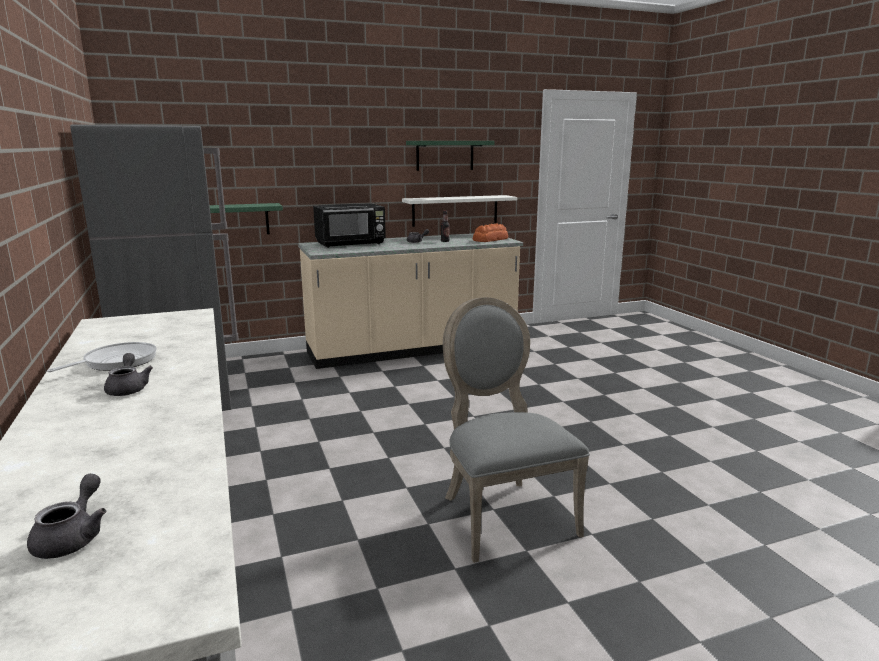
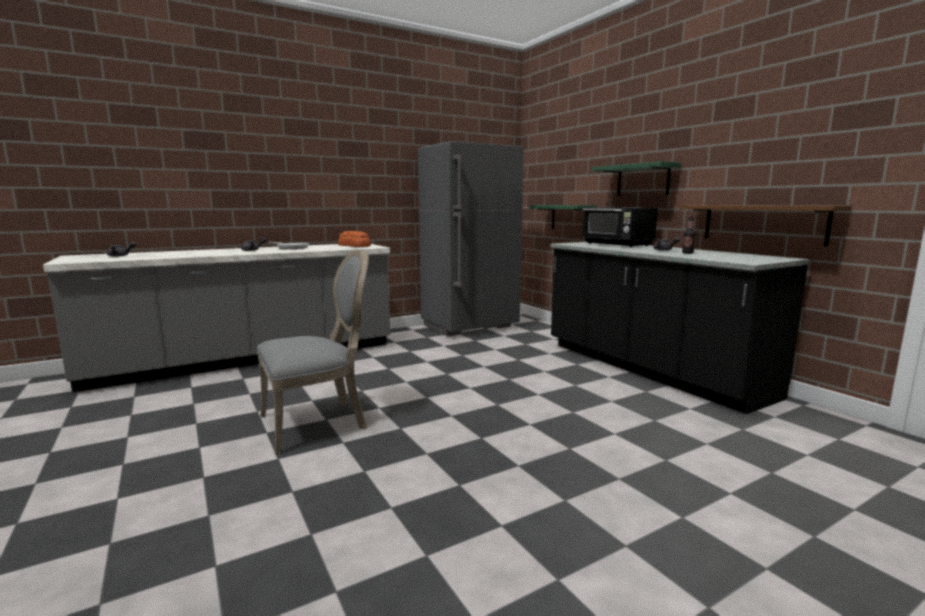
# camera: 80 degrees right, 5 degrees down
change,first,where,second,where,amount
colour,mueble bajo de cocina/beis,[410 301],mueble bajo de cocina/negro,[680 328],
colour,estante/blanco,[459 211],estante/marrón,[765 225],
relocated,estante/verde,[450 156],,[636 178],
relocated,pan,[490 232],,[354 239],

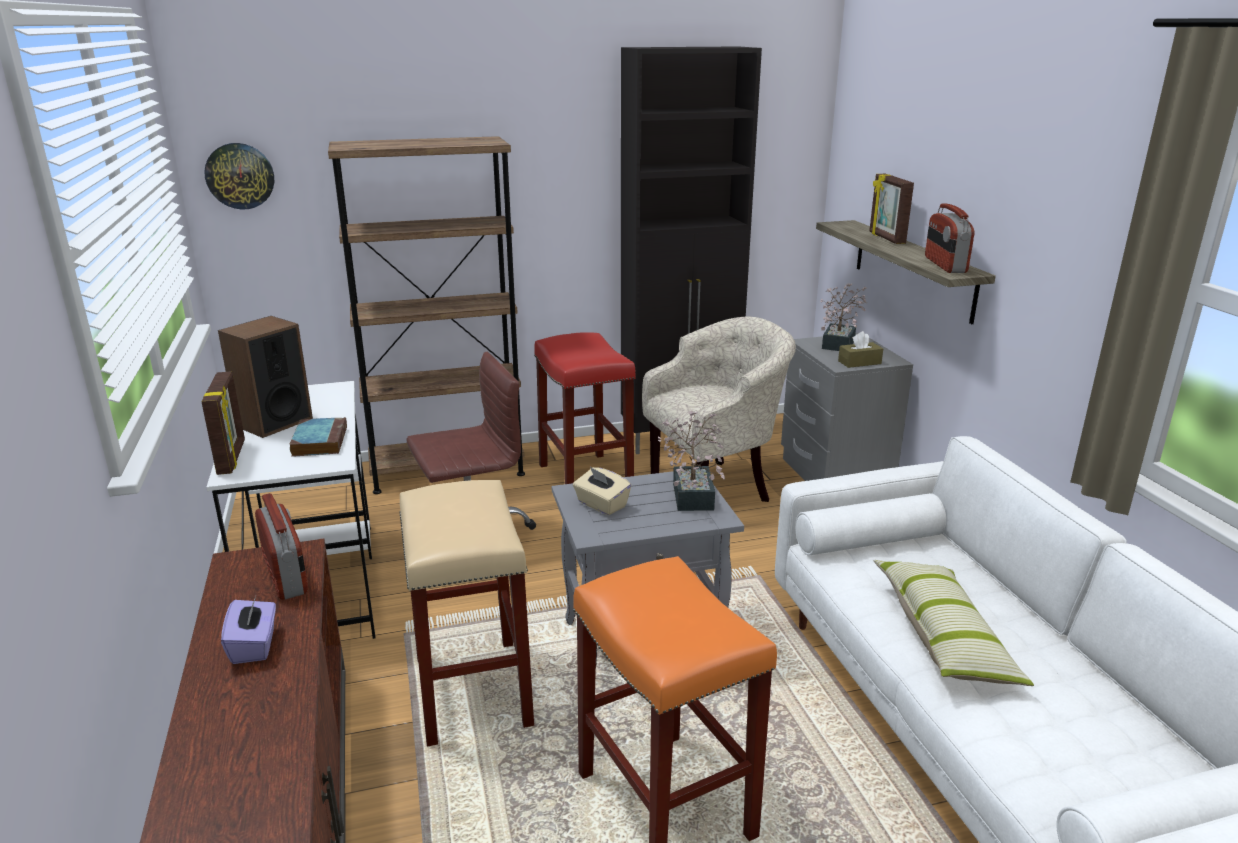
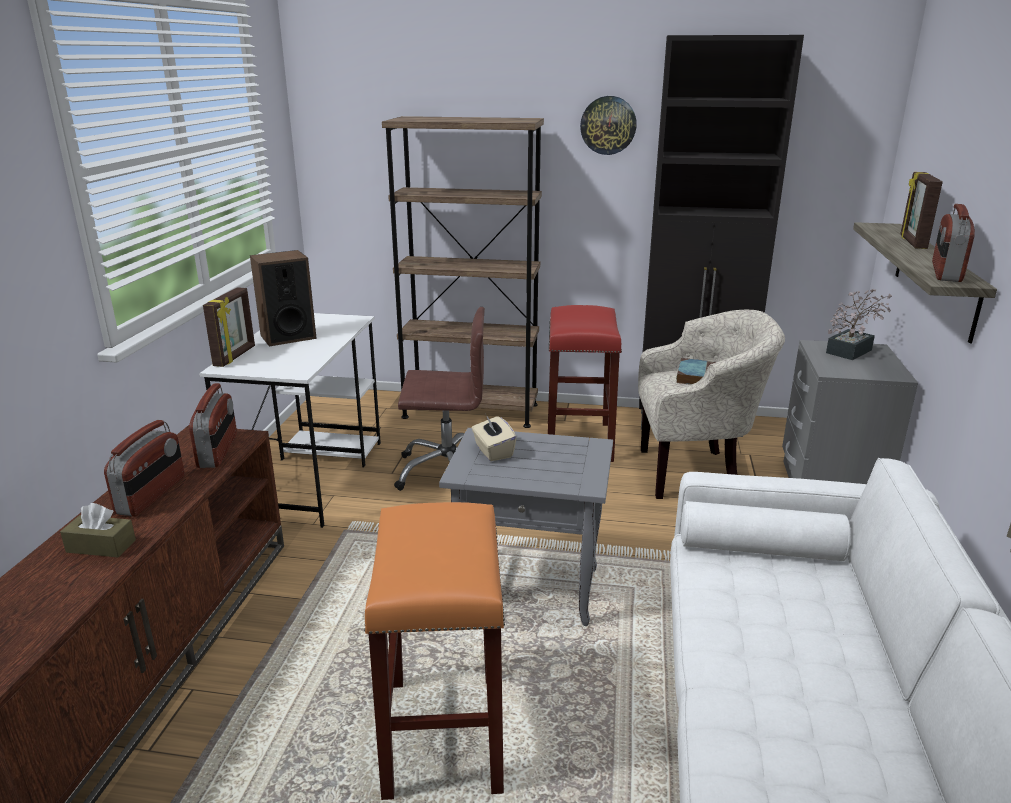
# camera: 25 degrees right, 0 degrees up
change,first,where,second,where,amount
relocated,reloj de pared,[239 176],,[608 125],
exchanged,caja de pañuelos/morado,[248 629],radio,[144 468],
relocated,libro,[318 437],,[695 371],
missing,taburete/beis,[466 613],,,
missing,planta en maceta,[691 461],,,
relocated,caja de pañuelos/marrón,[860 349],,[98 530],
missing,cojín,[954 623],,,

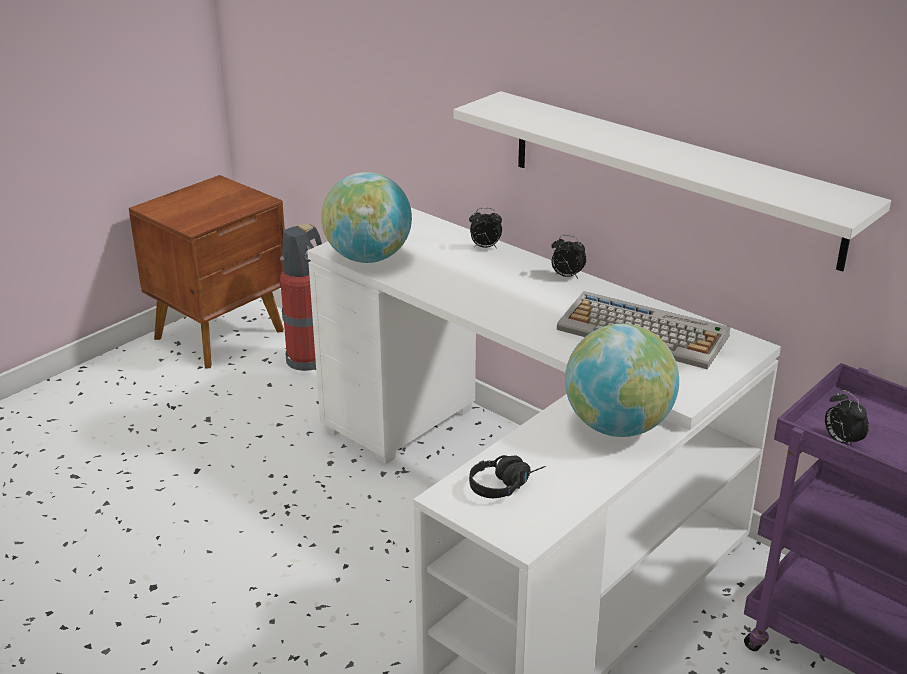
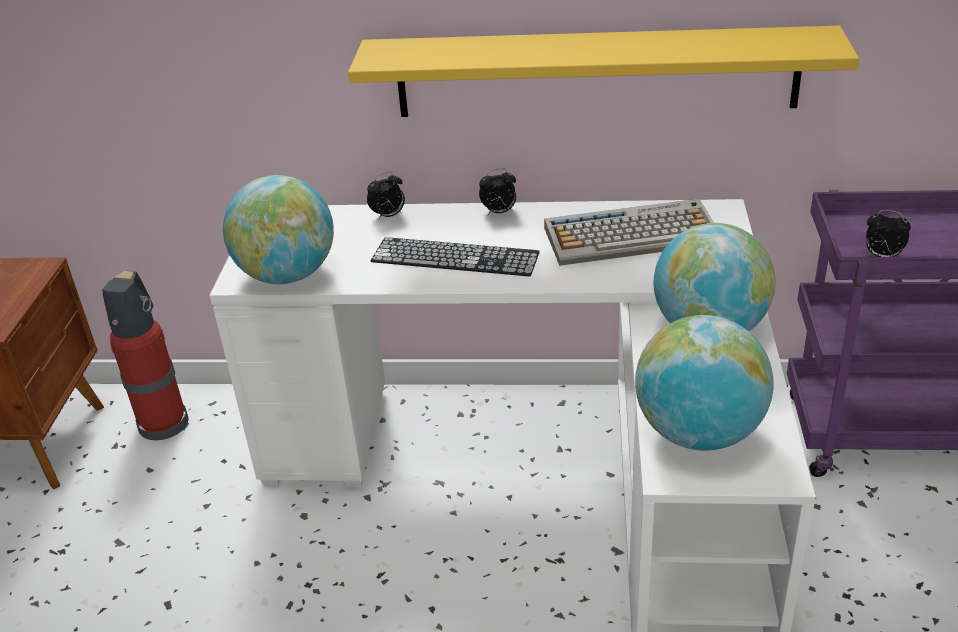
# camera: 35 degrees left, 5 degrees up
change,first,where,second,where,amount
colour,estante/blanco,[672 181],estante/amarillo,[603 71],
exchanged,auriculares/negro,[507 476],globo terráqueo,[704 383],
appeared,,,teclado,[455 256],

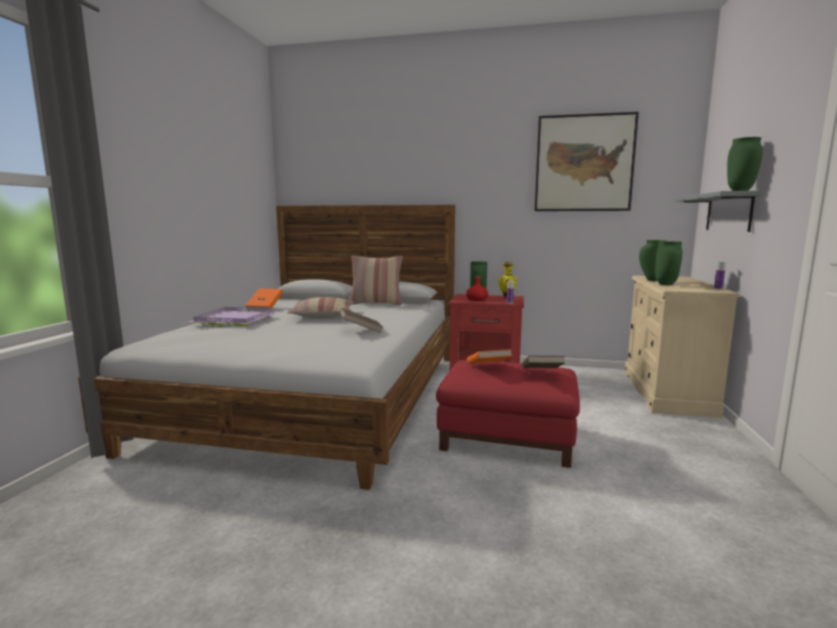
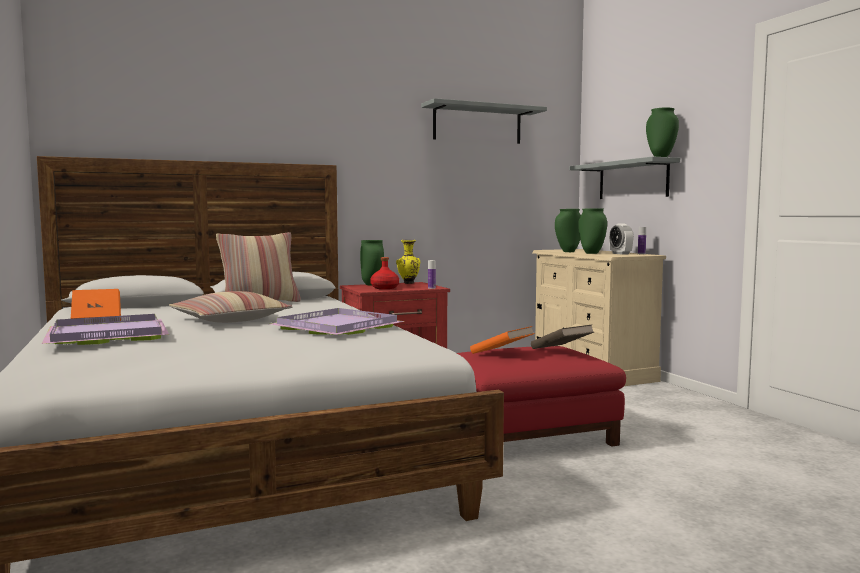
# camera: 35 degrees left, 5 degrees down
change,first,where,second,where,amount
exchanged,libro/marrón,[361 320],bandeja/morado,[338 321],
exchanged,cuadro,[587 161],estante/gris,[484 121],
appeared,,,despertador,[621 239],

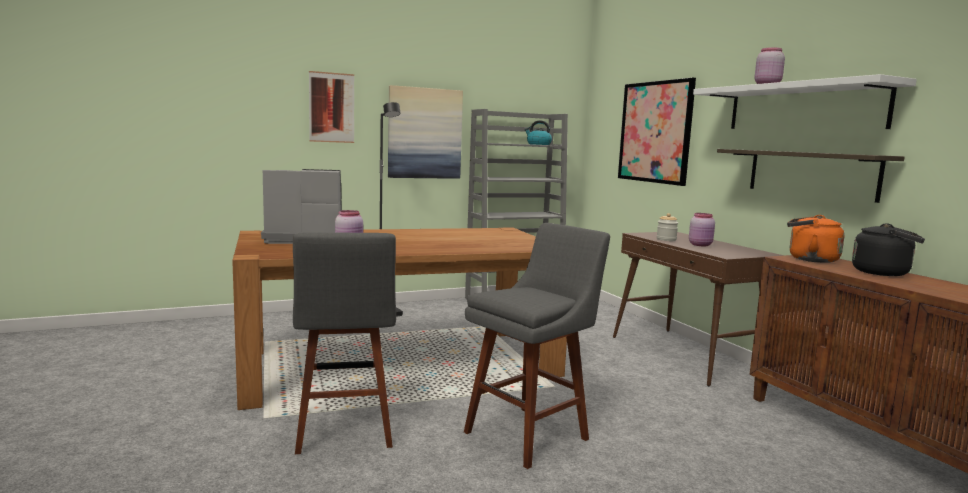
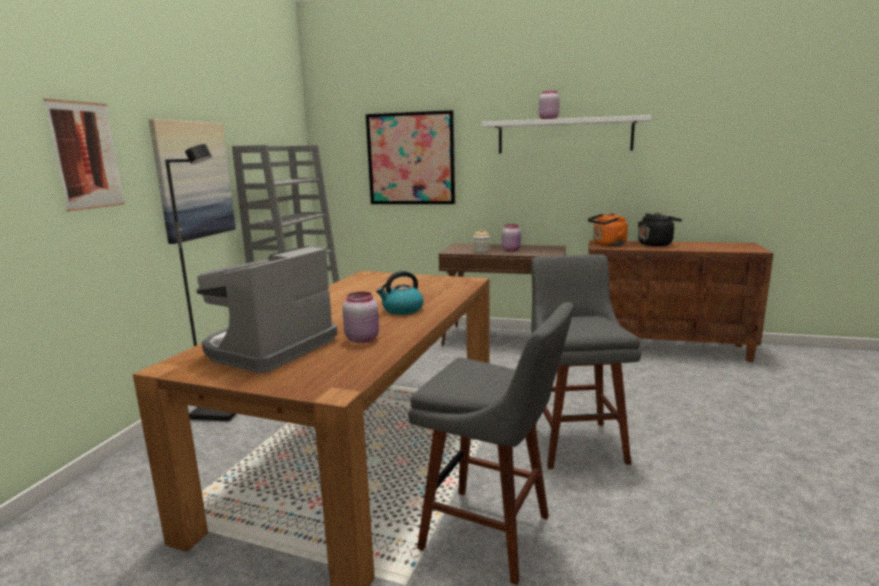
# camera: 50 degrees left, 5 degrees up
change,first,where,second,where,amount
relocated,hervidor,[538 132],,[400 293],
missing,estante,[811 176],,,

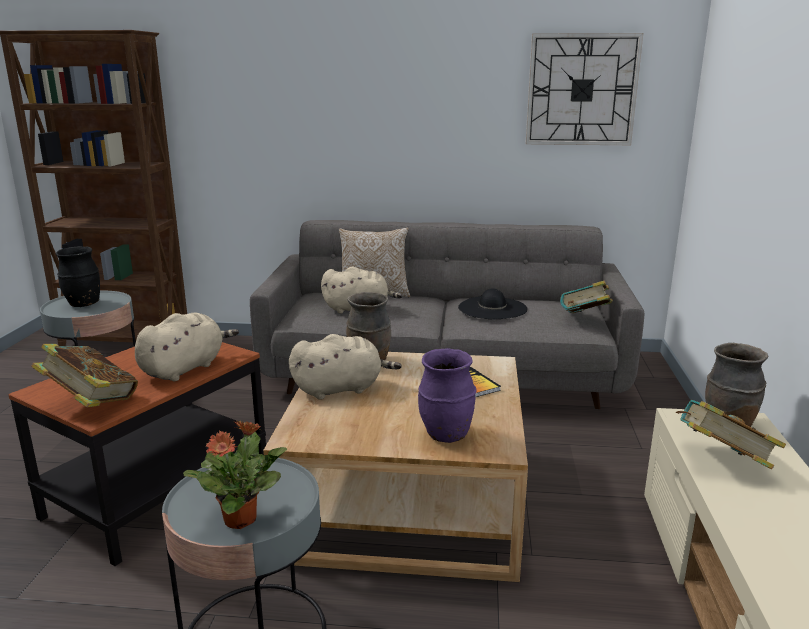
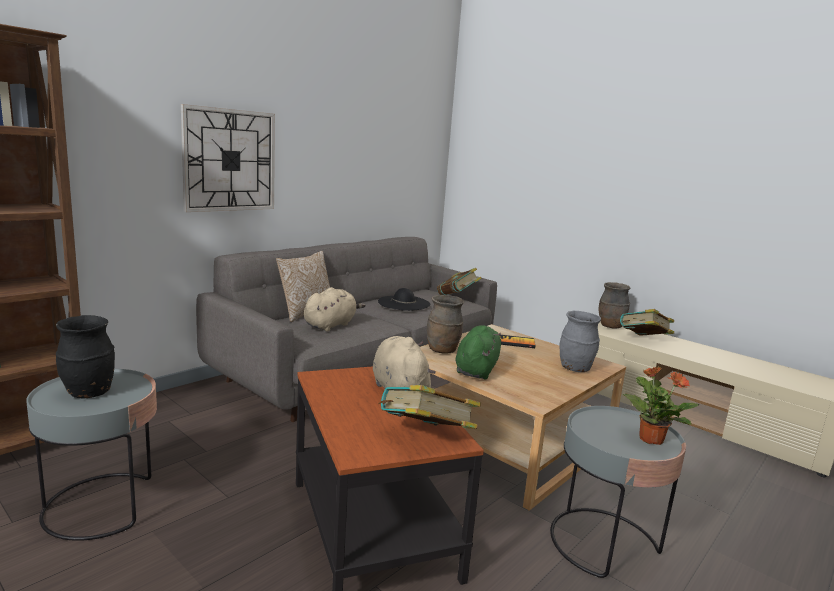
# camera: 55 degrees left, 5 degrees down
change,first,where,second,where,amount
colour,peluche/beis,[345 367],peluche/verde,[478 352],
colour,florero/morado,[447 395],florero/gris,[580 341],
relocated,reloj de pared,[584 89],,[228 158],

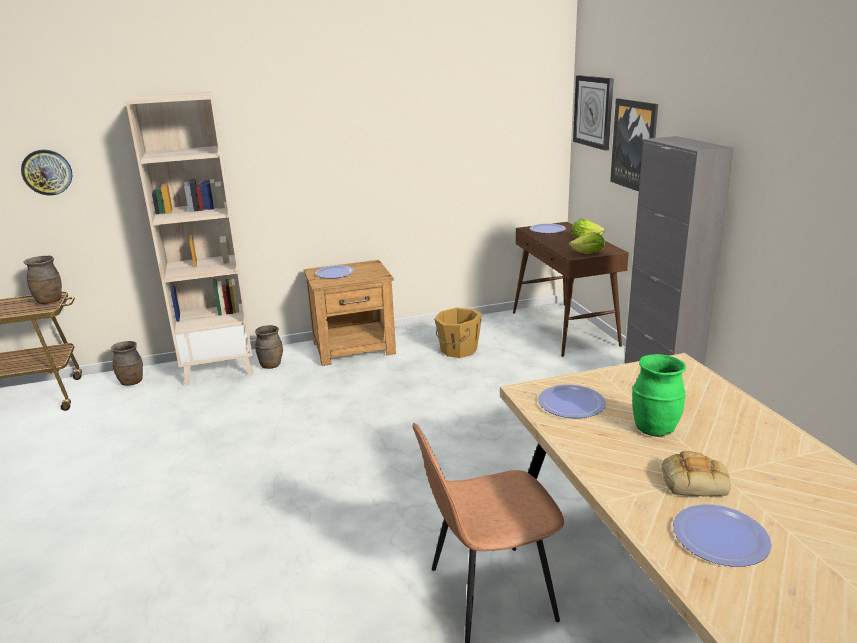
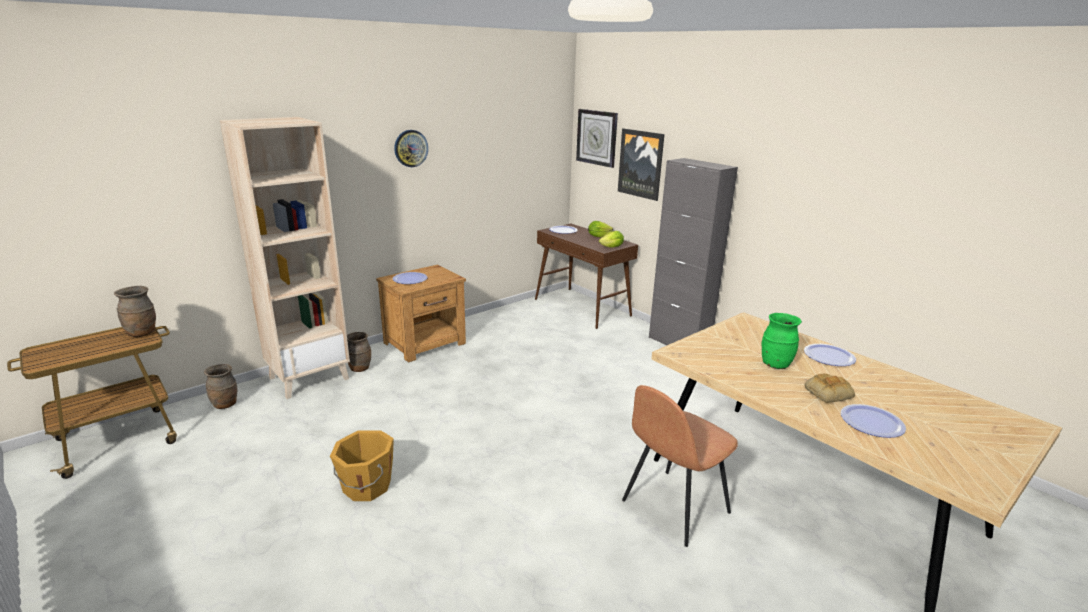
# camera: 25 degrees left, 0 degrees up
change,first,where,second,where,amount
relocated,reloj de pared,[46 172],,[411 148],
relocated,cubo/naranja,[458 333],,[362 466],
relocated,plato,[572 401],,[830 355],

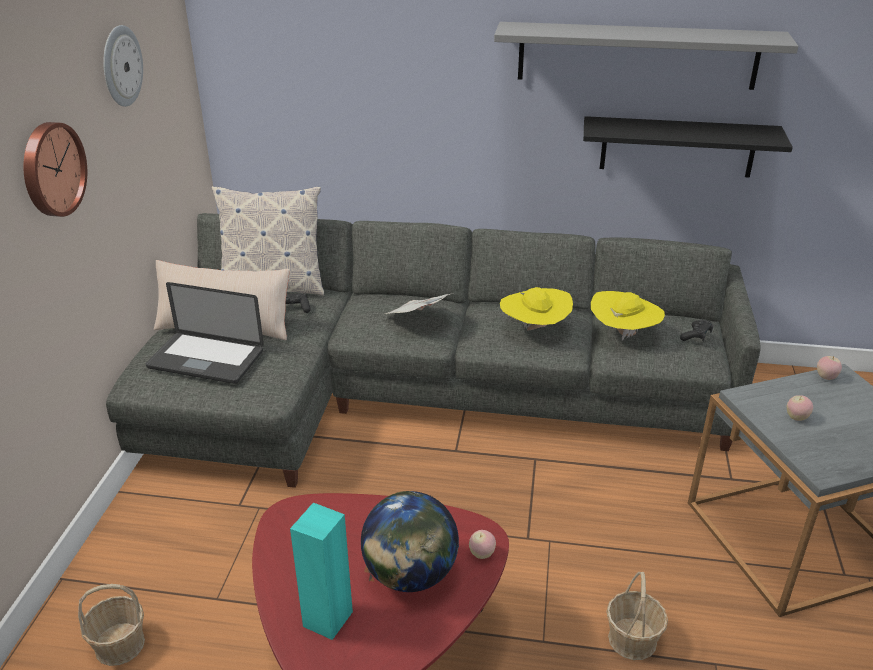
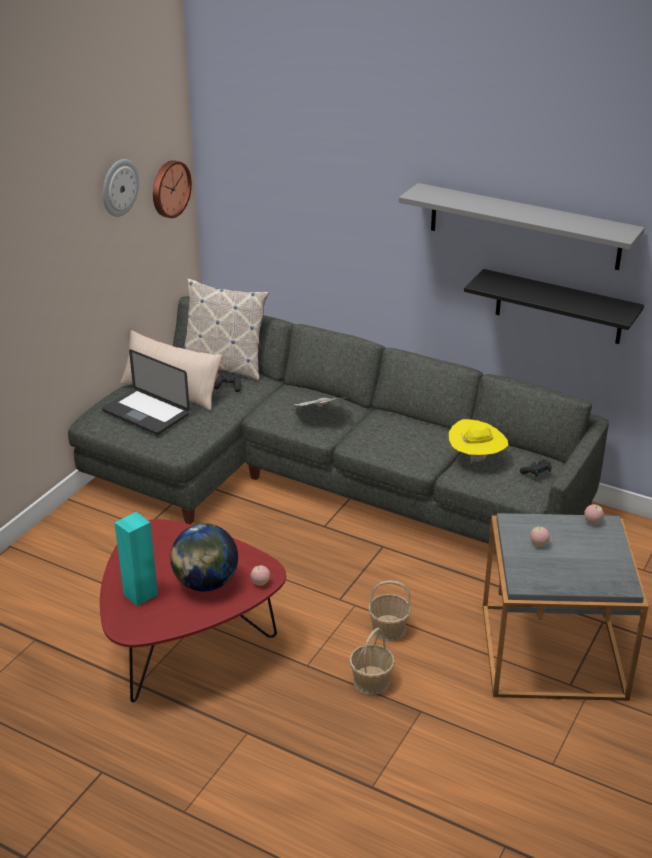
# camera: 20 degrees right, 0 degrees up
change,first,where,second,where,amount
relocated,reloj de pared,[55 169],,[172 189],
relocated,cesta,[111 625],,[389 610],
missing,sombrero/amarillo,[536 309],,,

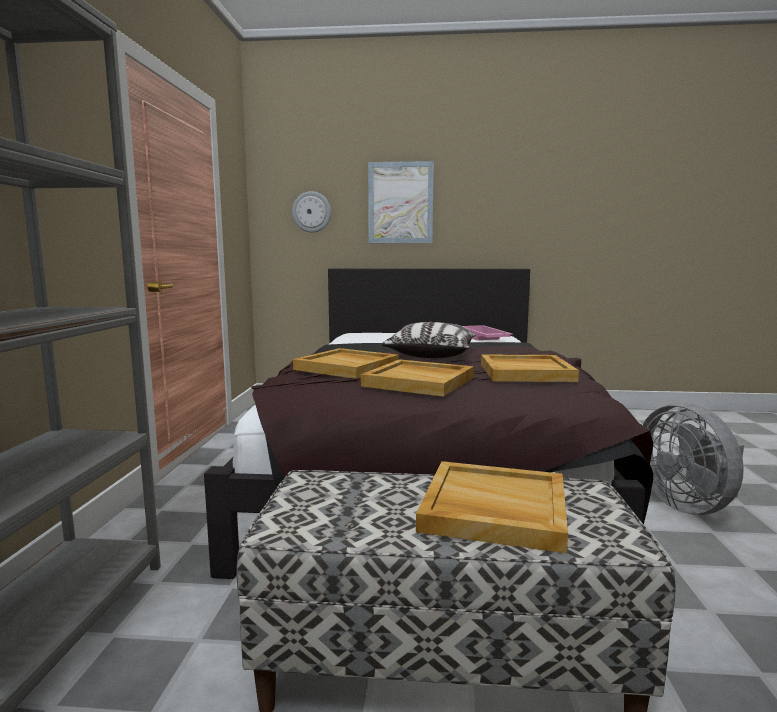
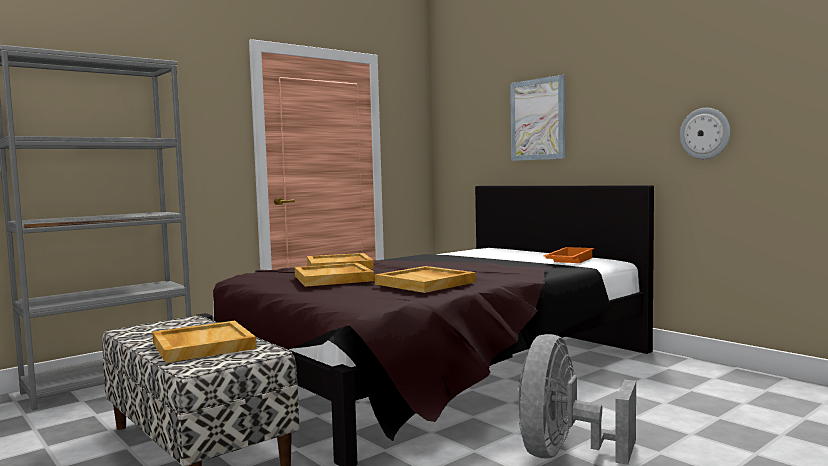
# camera: 45 degrees right, 5 degrees down
change,first,where,second,where,amount
relocated,reloj de pared,[311 211],,[705 133],
missing,cojín,[429 340],,,
colour,bandeja/rosa,[488 332],bandeja/naranja,[569 255],

